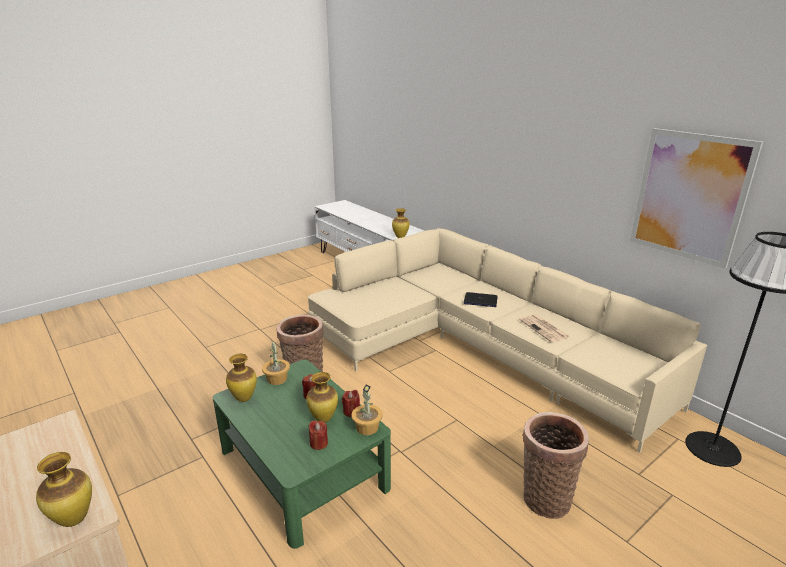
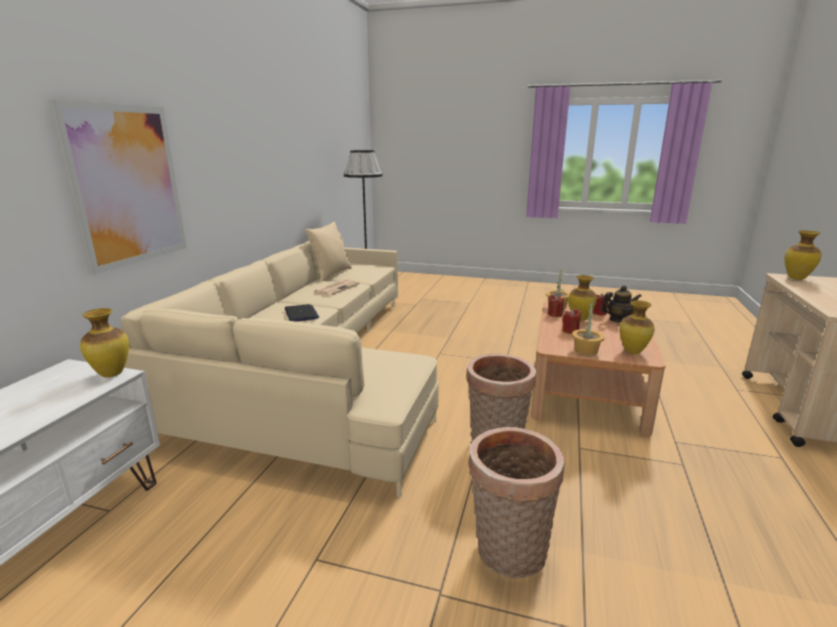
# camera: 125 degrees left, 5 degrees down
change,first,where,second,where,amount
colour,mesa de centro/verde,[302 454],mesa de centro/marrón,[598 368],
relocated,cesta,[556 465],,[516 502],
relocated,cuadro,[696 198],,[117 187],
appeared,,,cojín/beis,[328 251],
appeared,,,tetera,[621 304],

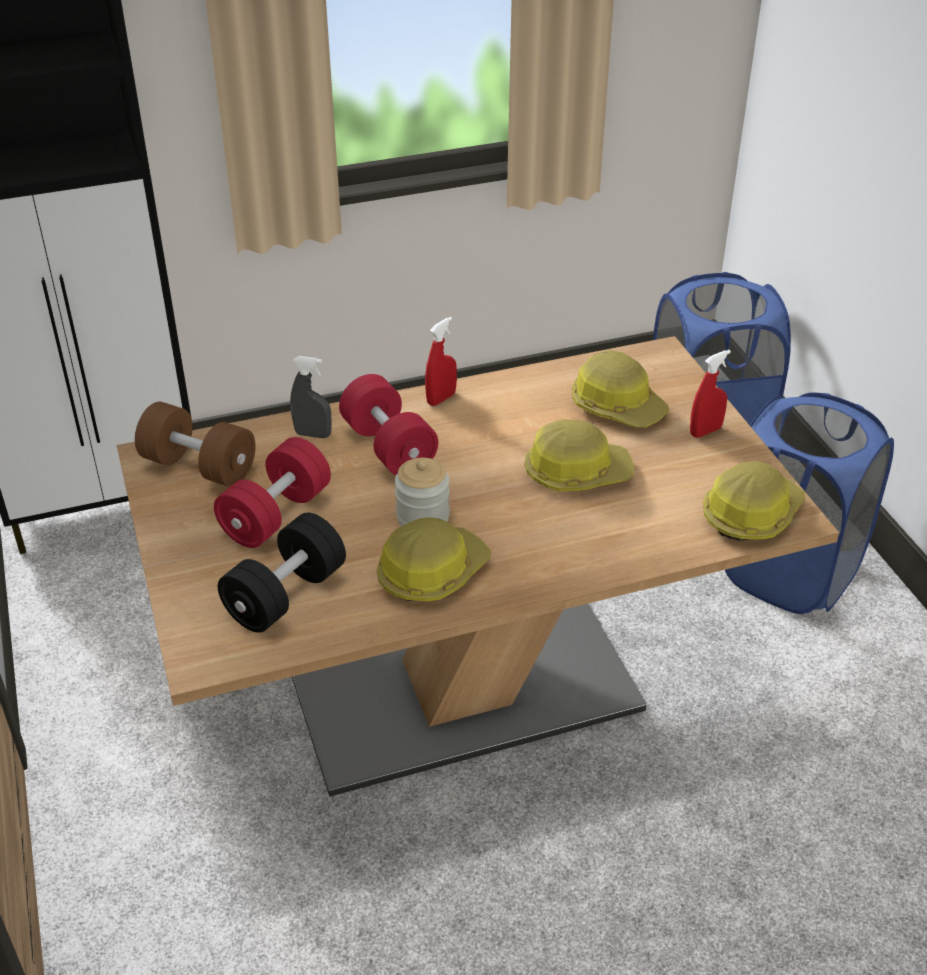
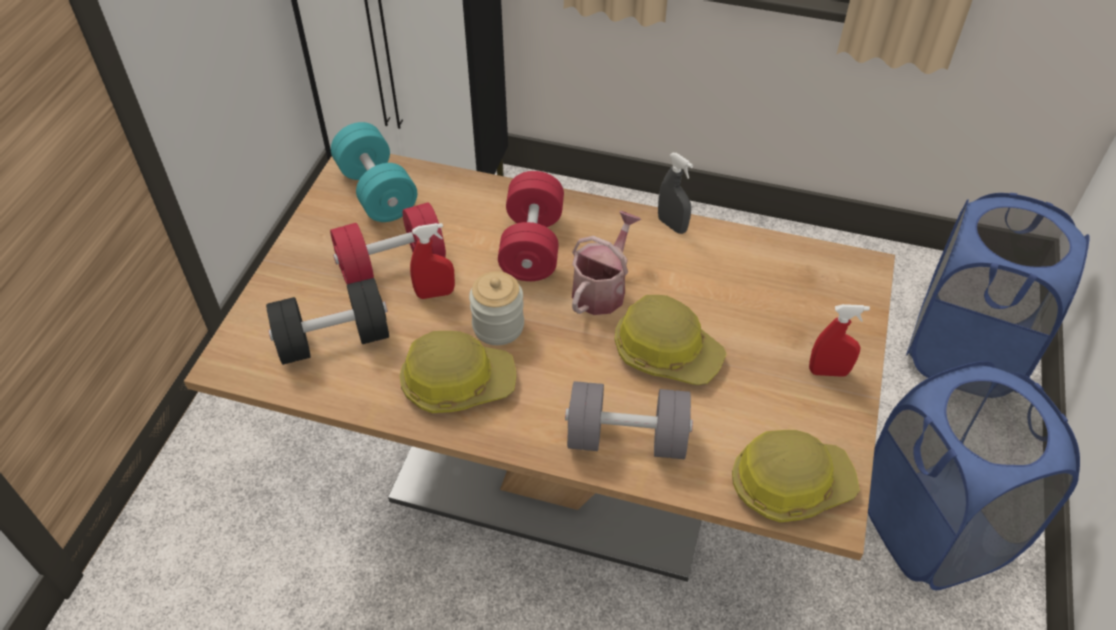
# camera: 35 degrees right, 10 degrees up
change,first,where,second,where,amount
colour,mancuerna/marrón,[195 444],mancuerna/turquesa,[374 172],
relocated,pulverizador/gris,[311 397],,[675 193],
relocated,pulverizador/rojo,[441 361],,[432 261],
missing,casco,[620 389],,,
appeared,,,mancuerna/gris,[629 420],
appeared,,,regadera,[606 263],

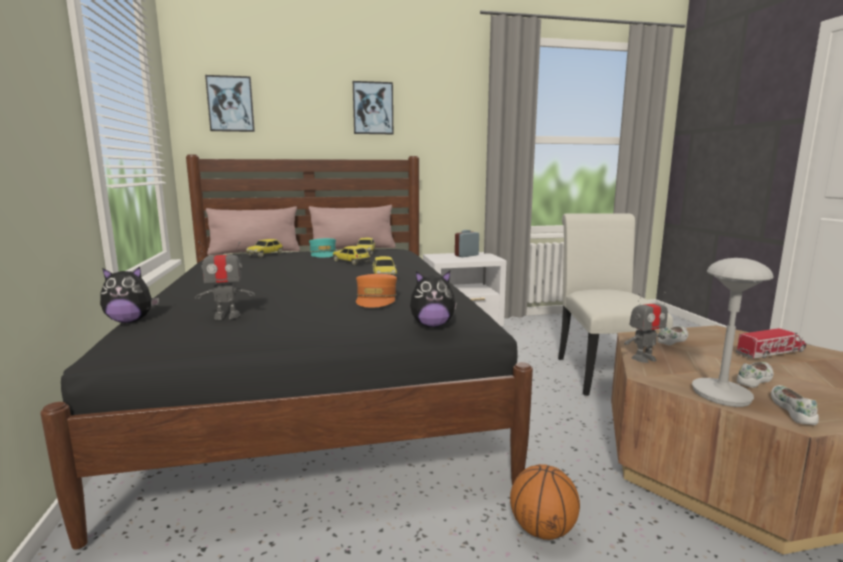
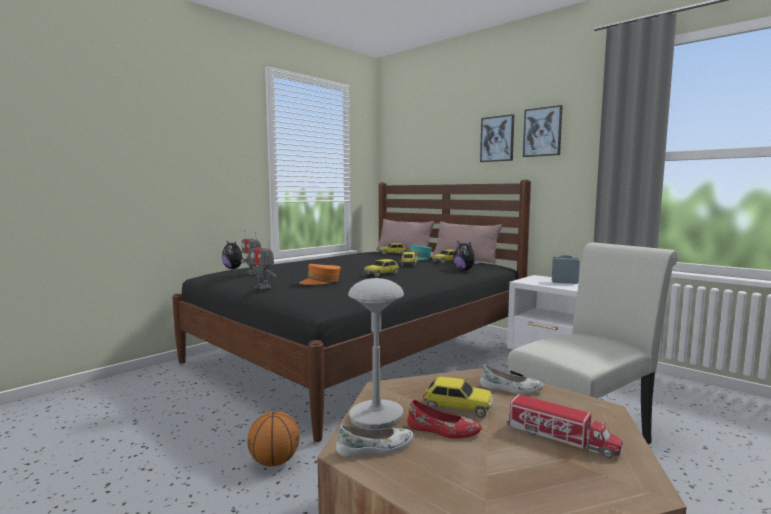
# camera: 55 degrees right, 5 degrees down
change,first,where,second,where,amount
relocated,cuadro,[230 103],,[543 131],
relocated,peluche,[433 299],,[466 255],
relocated,robot de juguete,[646 327],,[263 263],
colour,zapato/blanco,[755 375],zapato/rojo,[444 419],
appeared,,,coche de juguete,[457 397],

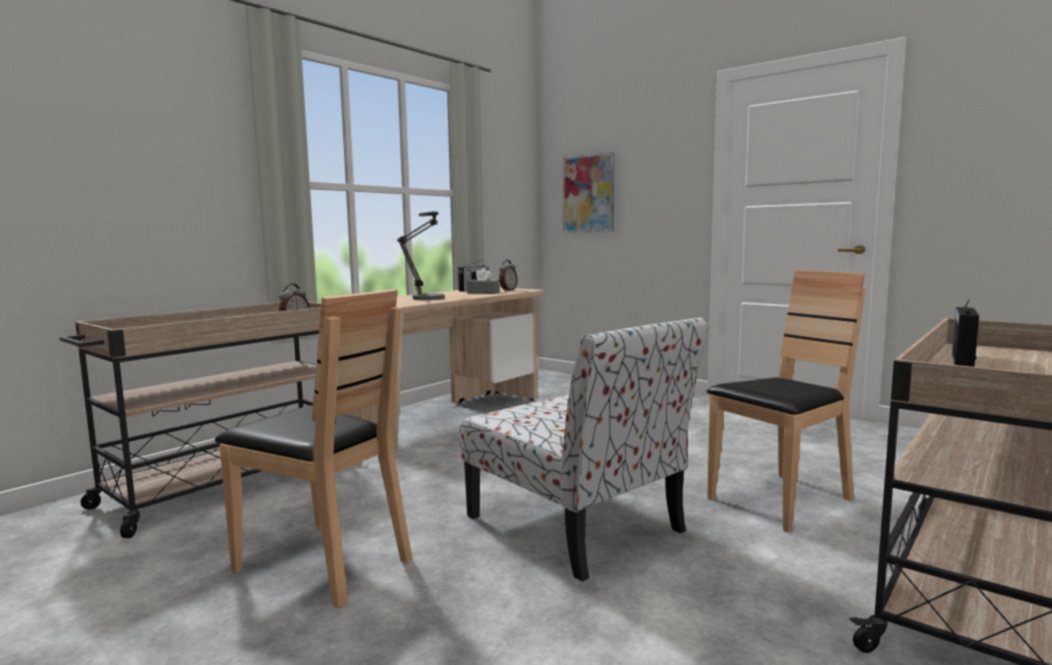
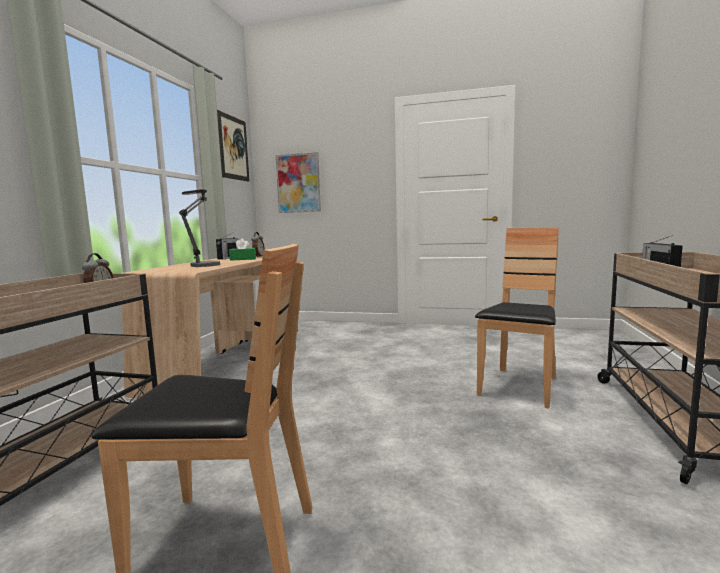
# camera: 25 degrees left, 0 degrees up
change,first,where,second,where,amount
missing,silla,[584 449],,,
colour,caja de pañuelos/gris,[483 281],caja de pañuelos/verde,[242 249],
appeared,,,cuadro,[233 146],

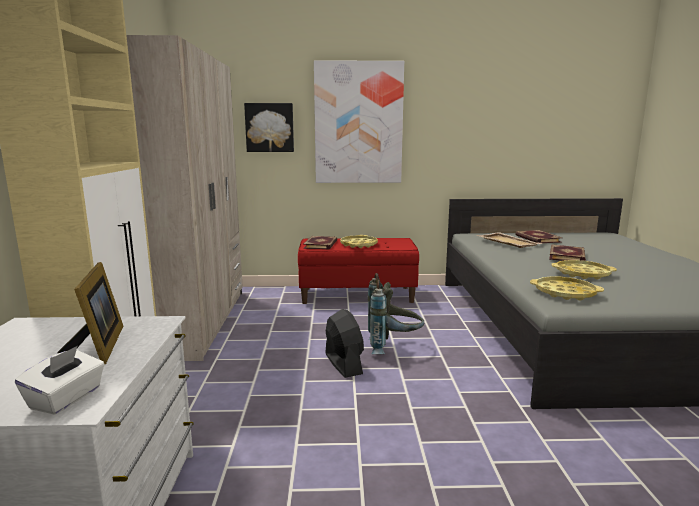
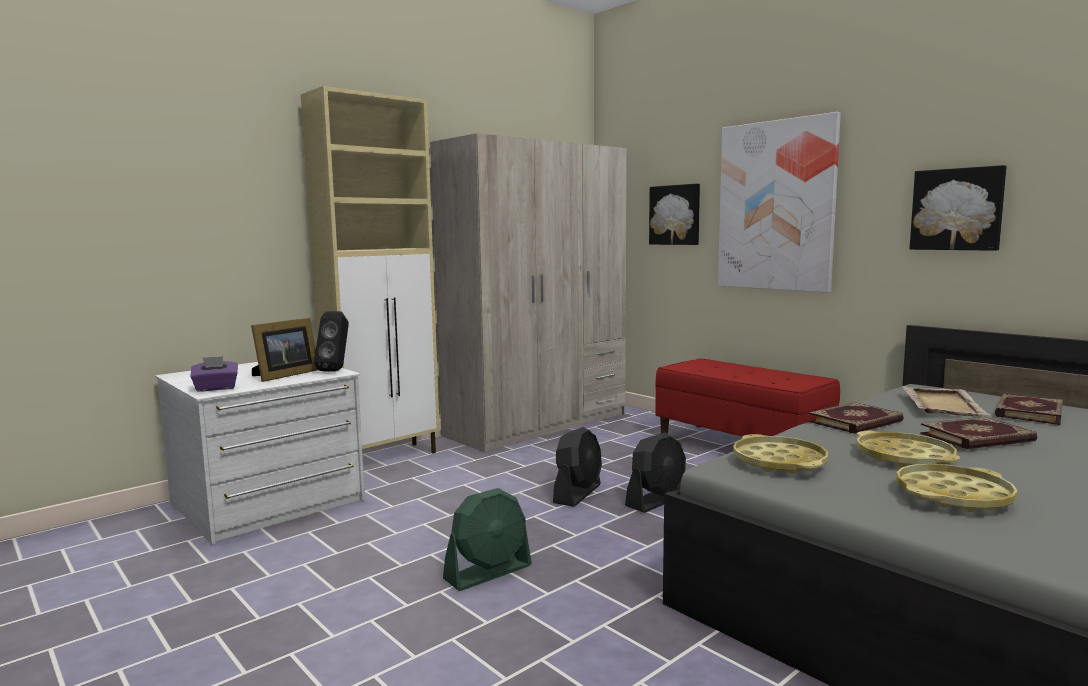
# camera: 50 degrees right, 5 degrees down
change,first,where,second,where,amount
colour,caja de pañuelos/blanco,[60 380],caja de pañuelos/morado,[214 374],
relocated,libro,[320 243],,[855 418],
relocated,bandeja/amarillo,[359 241],,[957 488],
exchanged,mochila/gris,[396 313],ventilador/negro,[655 472],
appeared,,,altavoz/negro,[331 341],
appeared,,,ventilador/verde,[487 539],
appeared,,,cuadro,[958 208],

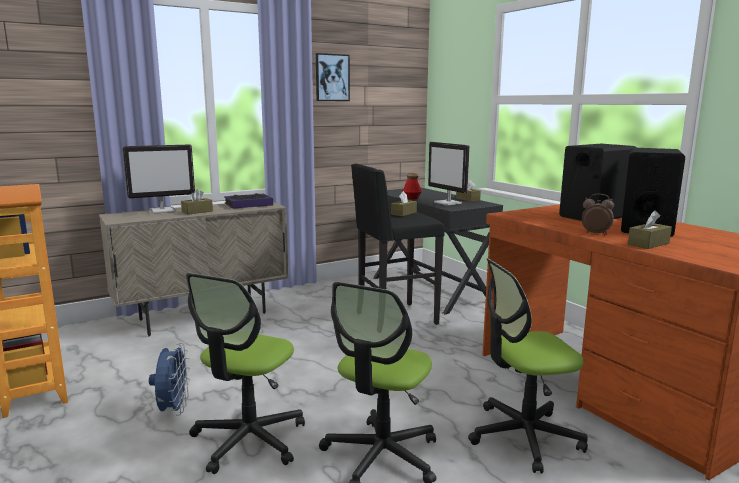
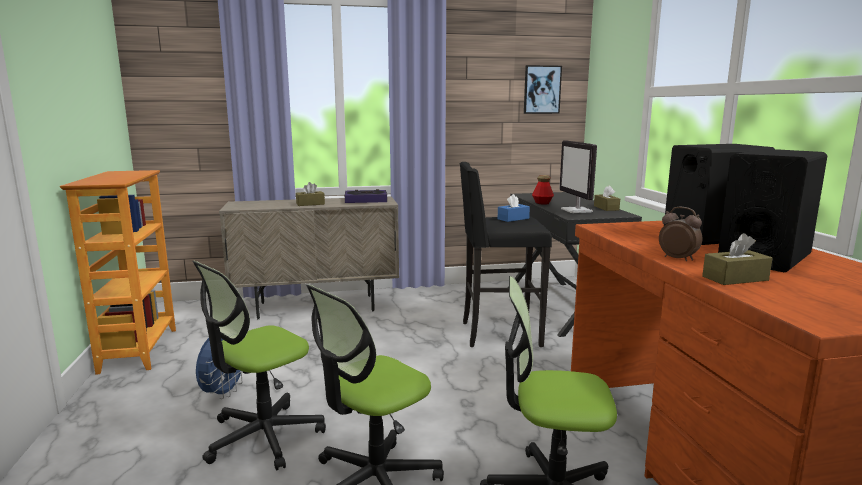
# camera: 20 degrees right, 0 degrees up
change,first,where,second,where,amount
missing,monitor,[159 179],,,
relocated,cuadro,[333 77],,[543 89],
colour,caja de pañuelos/marrón,[404 203],caja de pañuelos/azul,[514 208],

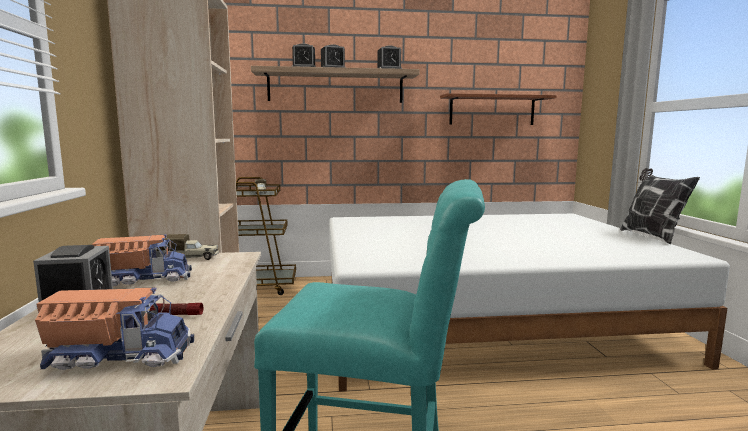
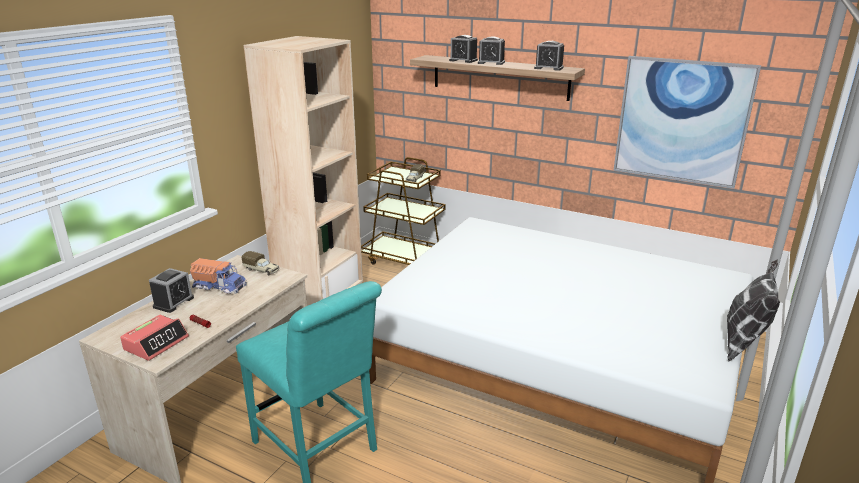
# camera: 35 degrees right, 15 degrees up
change,first,where,second,where,amount
exchanged,camión de juguete,[114 329],despertador,[154 338],
exchanged,estante/marrón,[498 109],cuadro,[687 122],

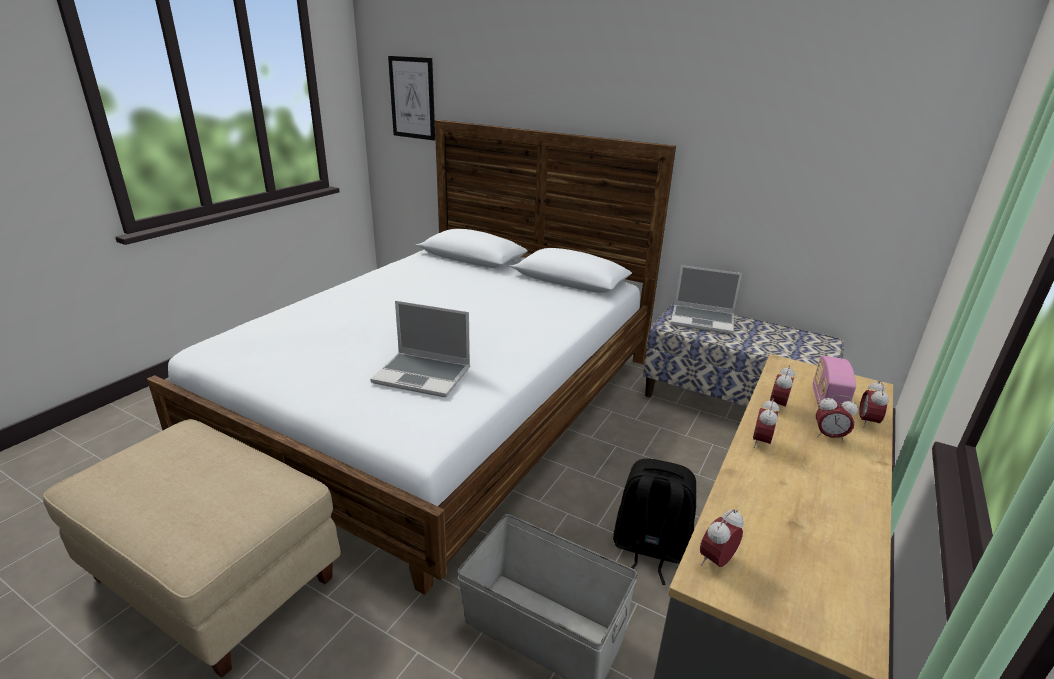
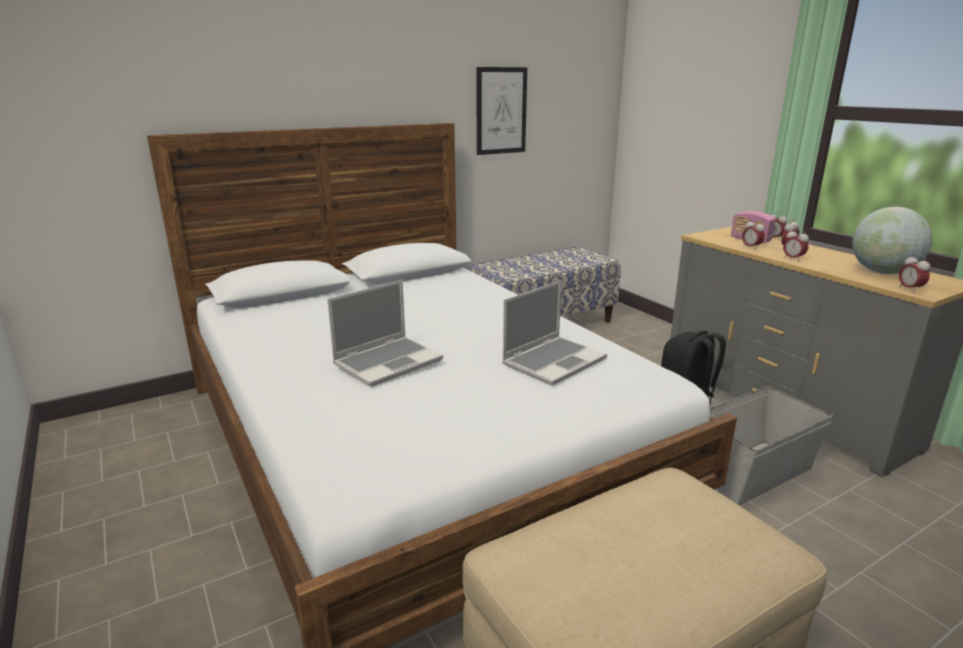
# camera: 60 degrees left, 5 degrees down
change,first,where,second,where,amount
relocated,cuadro,[411 98],,[501 111],
relocated,portátil,[706 299],,[385 333],
appeared,,,globo terráqueo,[892 240],

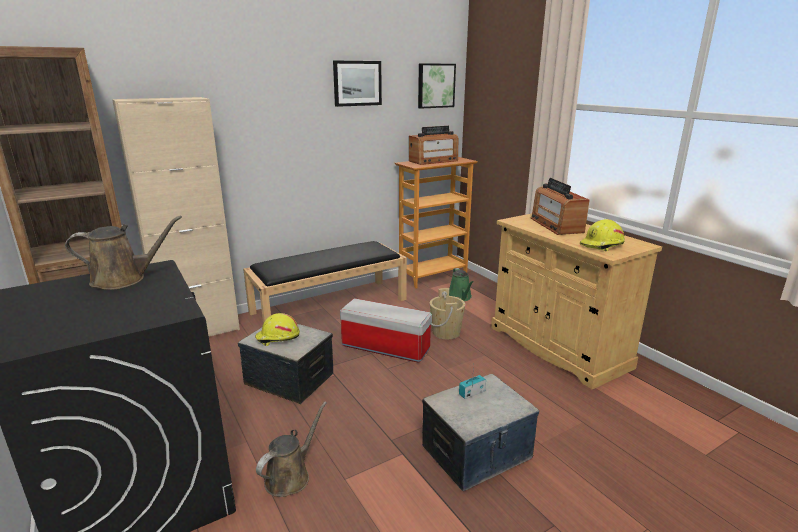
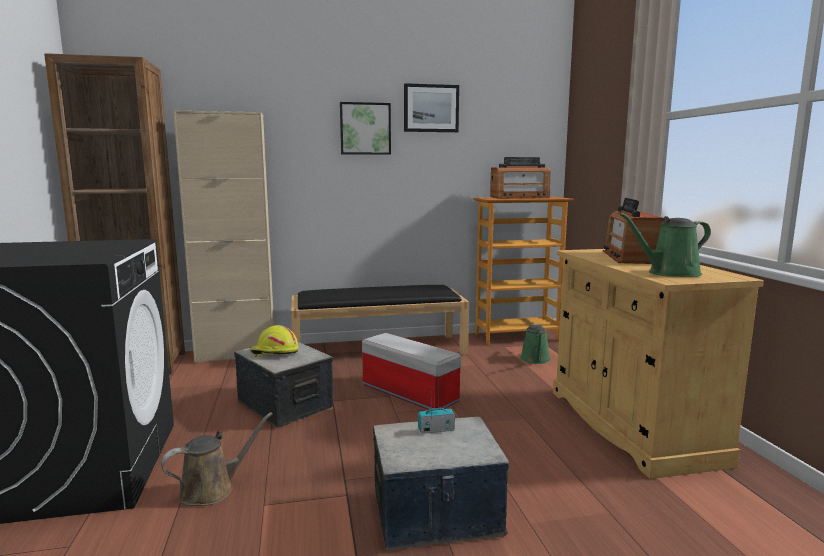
# camera: 20 degrees right, 10 degrees down
change,first,where,second,where,amount
missing,regadera/marrón,[123 252],,,
relocated,cuadro,[437 86],,[365 128],
missing,cubo/beis,[447 314],,,
exchanged,casco/amarillo,[602 235],regadera/verde,[665 245],

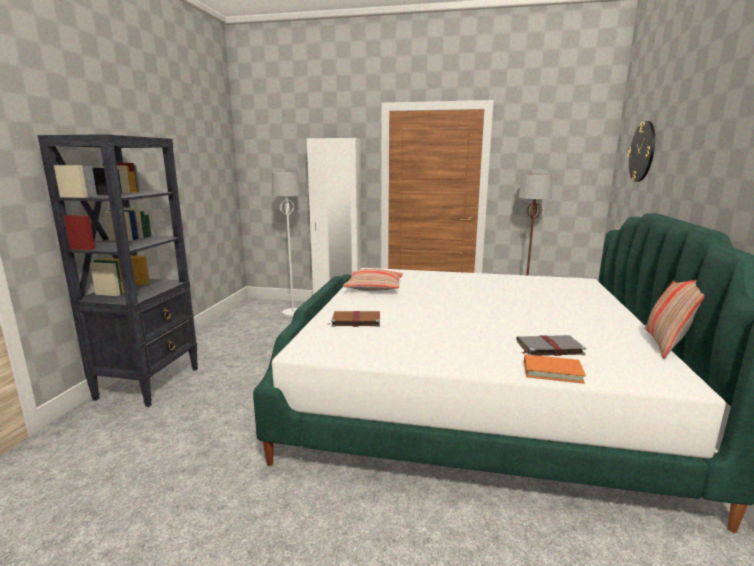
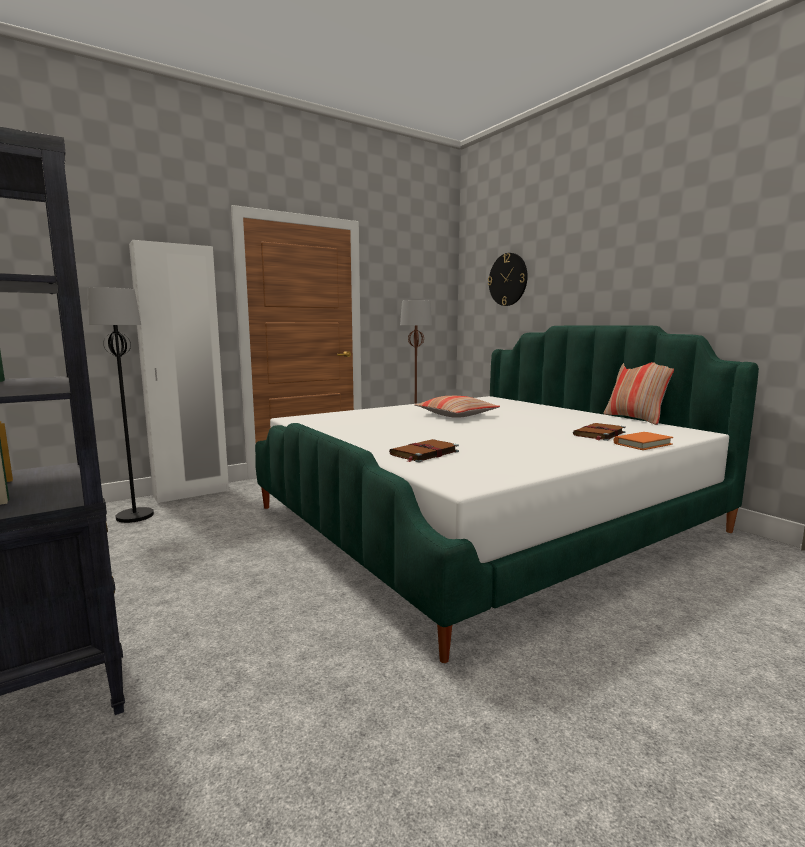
# camera: 45 degrees left, 5 degrees down
change,first,where,second,where,amount
colour,lámpara de pie/blanco,[286 244],lámpara de pie/negro,[120 405],
relocated,cojín,[373 280],,[457 407],
colour,libro/gris,[551 345],libro/marrón,[599 432],

